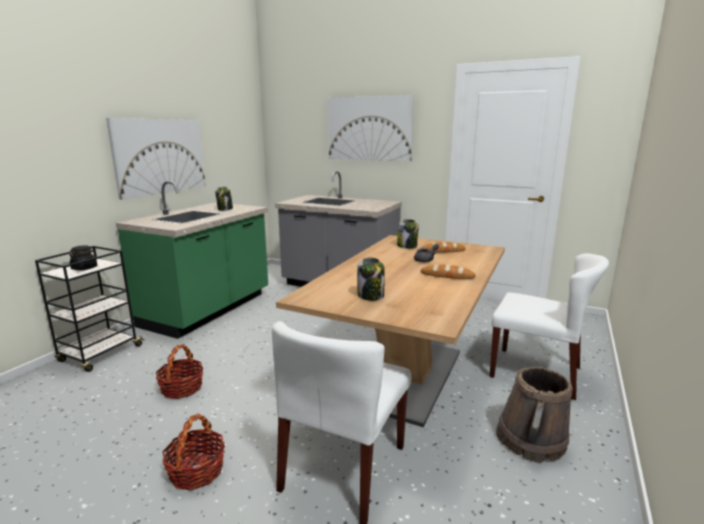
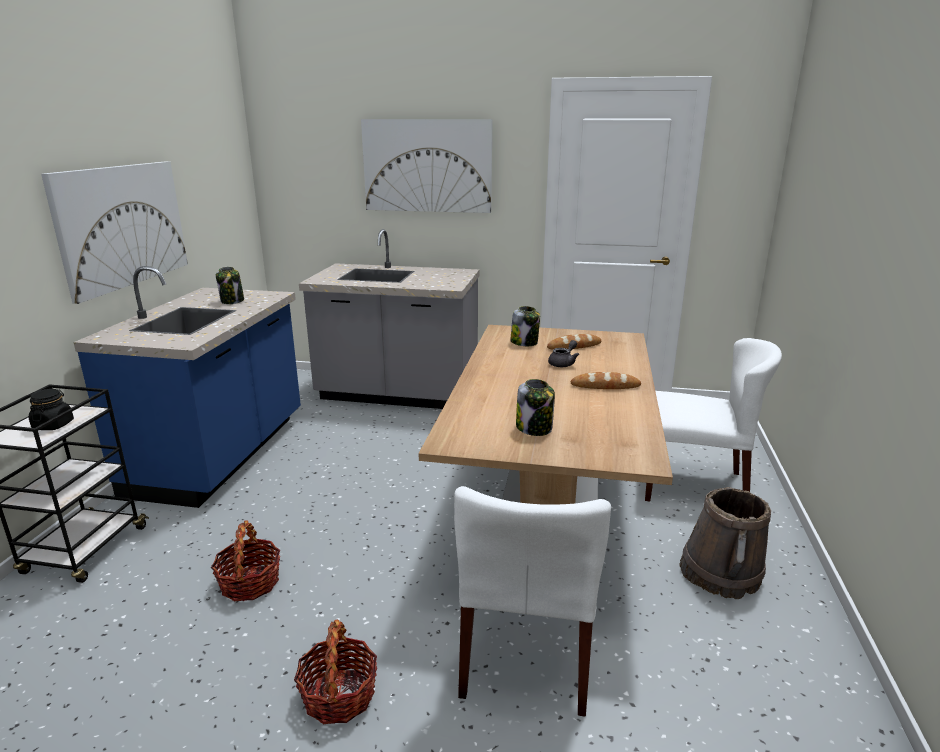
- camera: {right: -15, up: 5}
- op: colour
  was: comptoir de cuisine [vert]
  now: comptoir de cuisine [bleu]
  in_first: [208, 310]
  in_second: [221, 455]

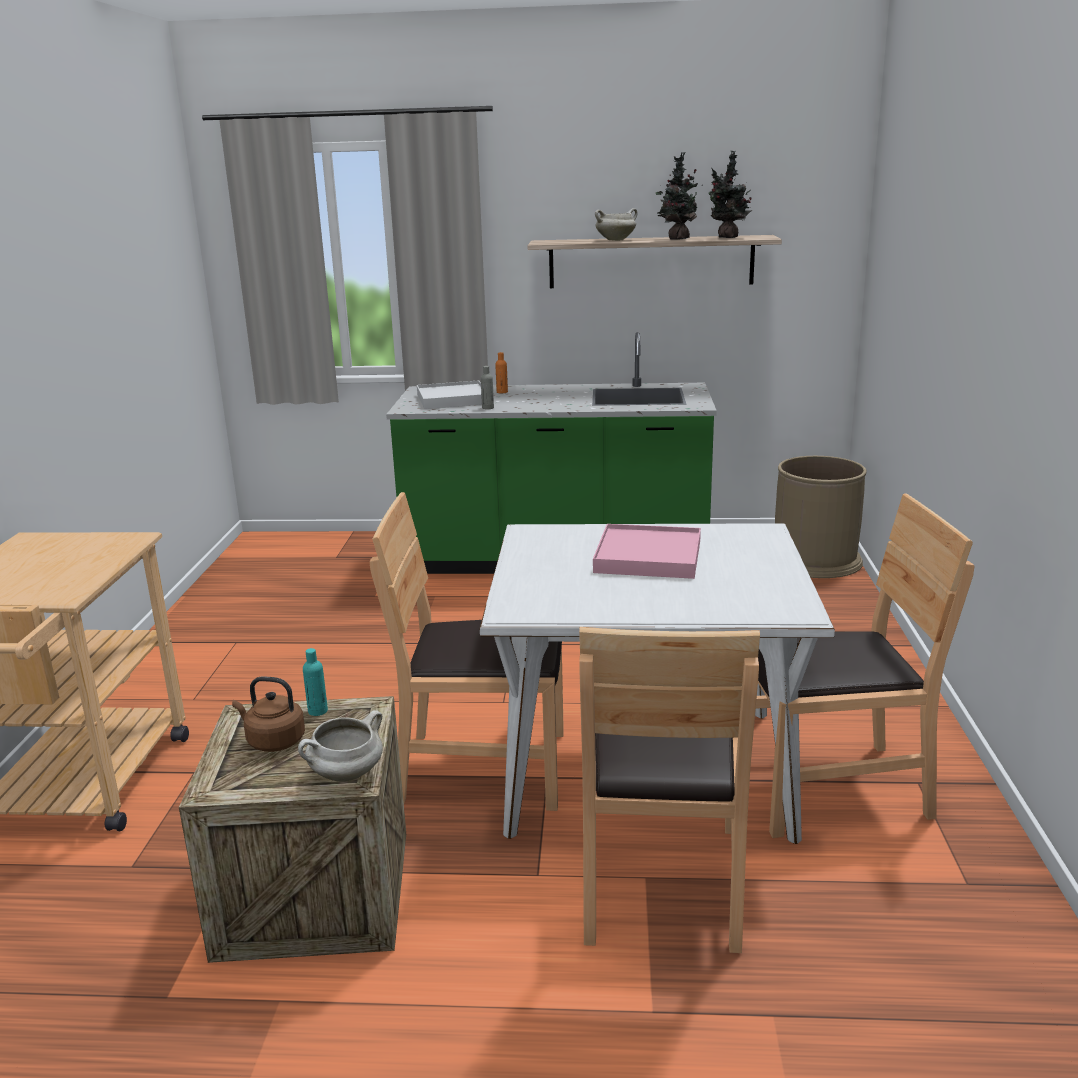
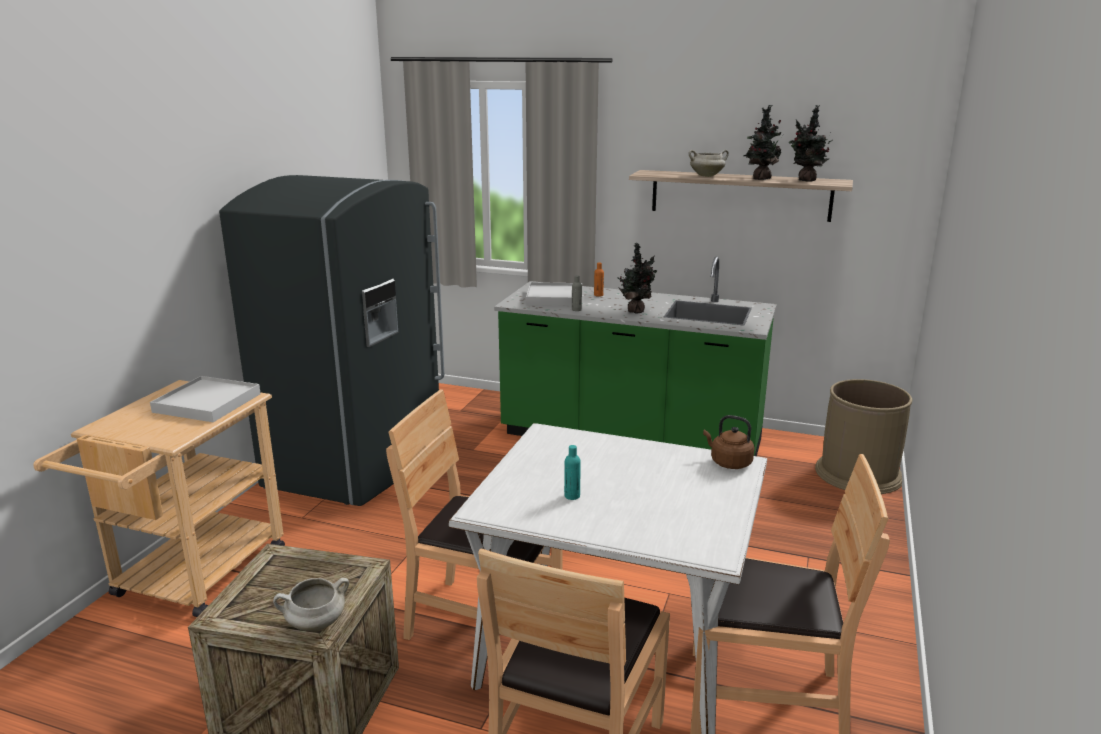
- camera: {right: 15, up: 0}
- op: missing
  was: plateau [rose]
  in_first: [648, 557]
- op: appeared
  now: plateau [blanc]
  in_second: [208, 403]
- op: appeared
  now: réfrigérateur [gris]
  in_second: [360, 461]
- op: appeared
  now: plante en pot
  in_second: [636, 311]
- op: relocated
  was: bouilloire [marron]
  in_first: [273, 741]
  in_second: [728, 462]
- op: relocated
  was: bouteille [turquoise]
  in_first: [318, 711]
  in_second: [572, 496]

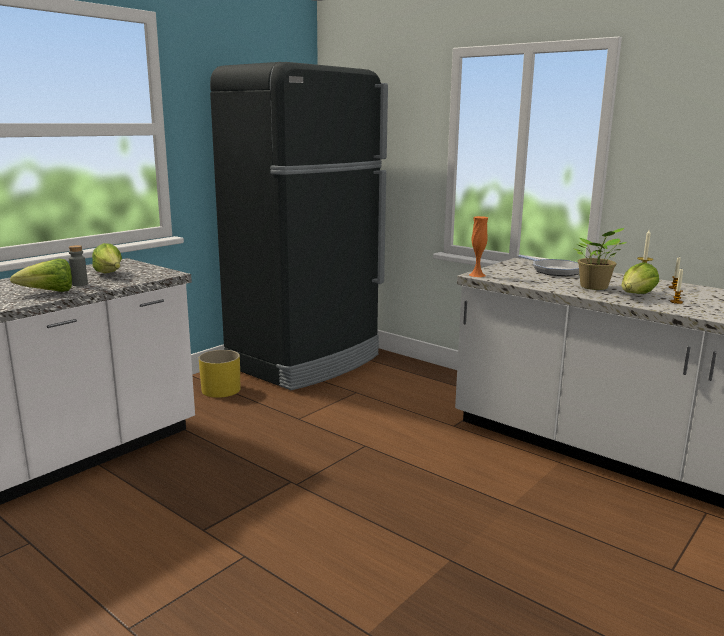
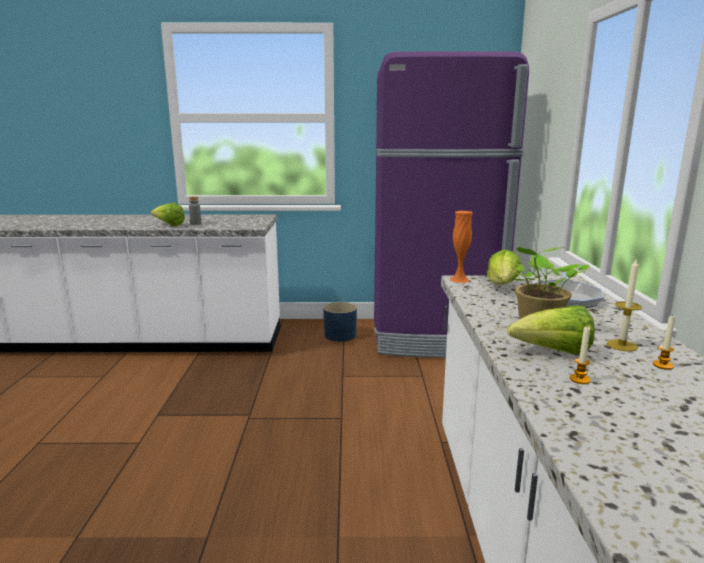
- camera: {right: 50, up: 0}
- op: relocated
  was: laitue
  in_first: [110, 274]
  in_second: [502, 286]
- op: colour
  was: cache-pot [jaune]
  now: cache-pot [bleu]
  in_first: [221, 390]
  in_second: [340, 335]
- op: colour
  was: réfrigérateur [noir]
  now: réfrigérateur [violet]
  in_first: [306, 361]
  in_second: [435, 337]

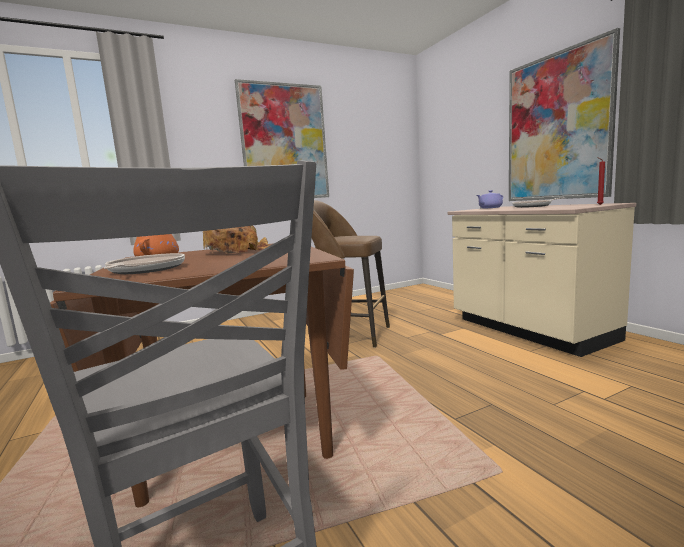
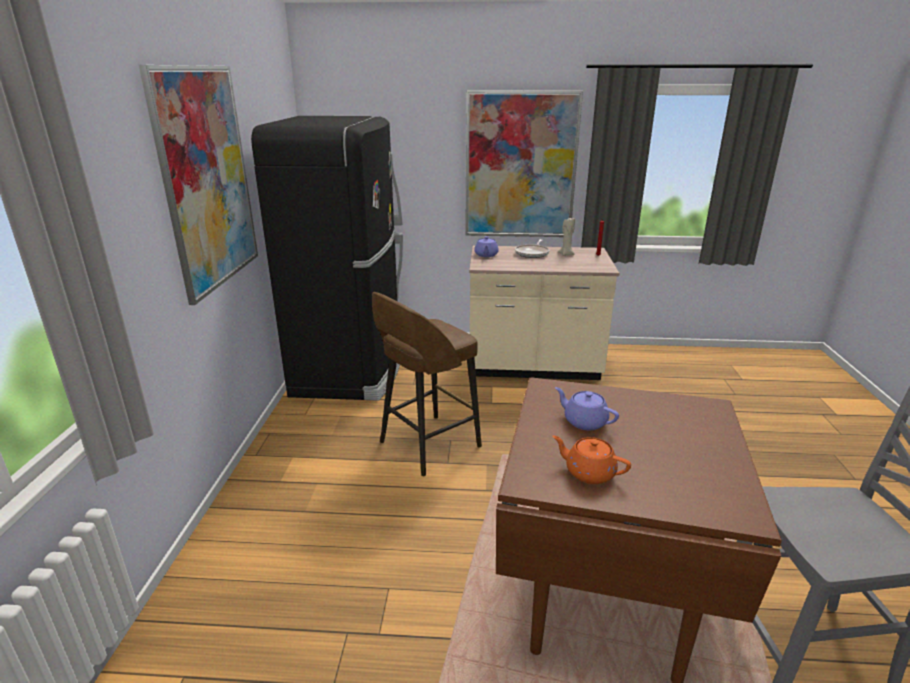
- camera: {right: -60, up: 15}
- op: missing
  was: poêle
  in_first: [145, 270]
- op: appeared
  now: réfrigérateur [noir]
  in_second: [352, 367]
- op: appeared
  now: bougie [beige]
  in_second: [566, 254]
- op: exchanged
  was: pain
  now: théière [violet]
  in_first: [237, 251]
  in_second: [584, 421]

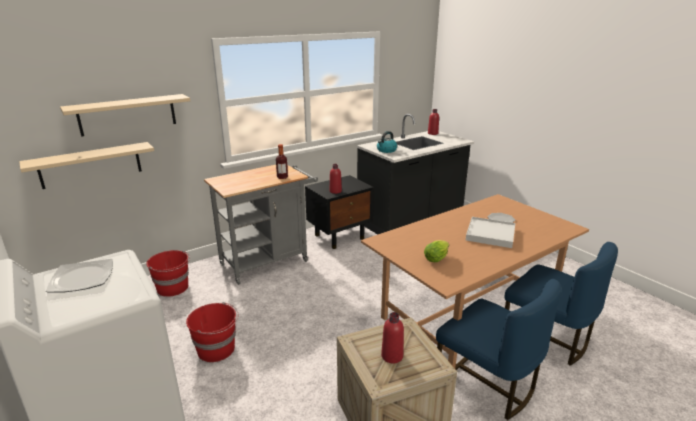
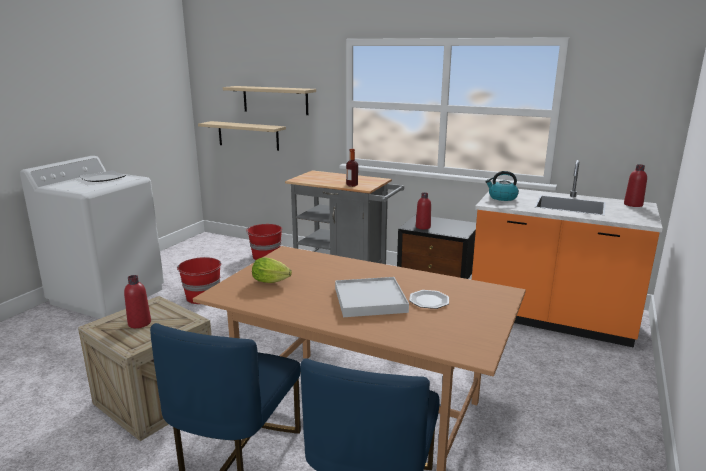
- camera: {right: 60, up: -5}
- op: colour
  was: comptoir de cuisine [noir]
  now: comptoir de cuisine [orange]
  in_first: [411, 219]
  in_second: [550, 319]

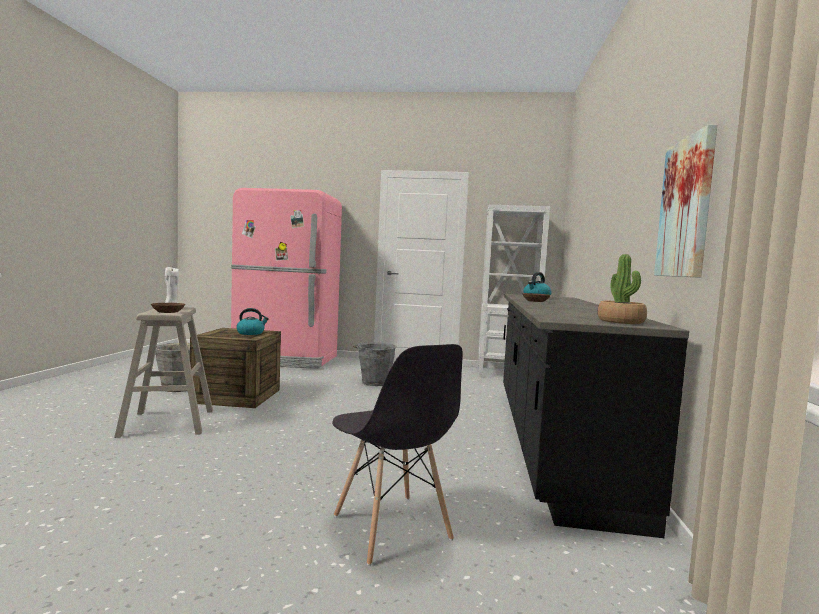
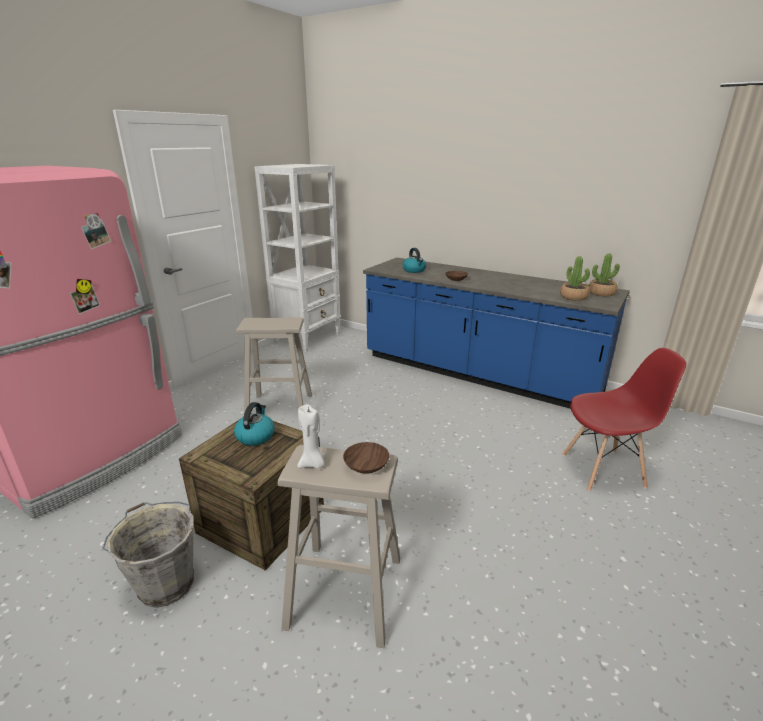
- camera: {right: -65, up: 20}
- op: missing
  was: tableau
  in_first: [686, 208]
- op: appeared
  now: plante en pot
  in_second: [573, 297]
- op: exchanged
  was: seau [gris]
  now: tabouret [beige]
  in_first: [374, 382]
  in_second: [280, 409]
- op: colour
  was: chaise [gris]
  now: chaise [rouge]
  in_first: [391, 528]
  in_second: [603, 470]
- op: colour
  was: comptoir de cuisine [noir]
  now: comptoir de cuisine [bleu]
  in_first: [552, 441]
  in_second: [477, 374]

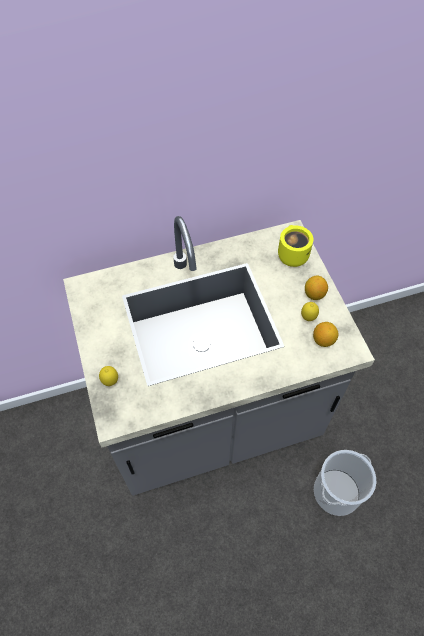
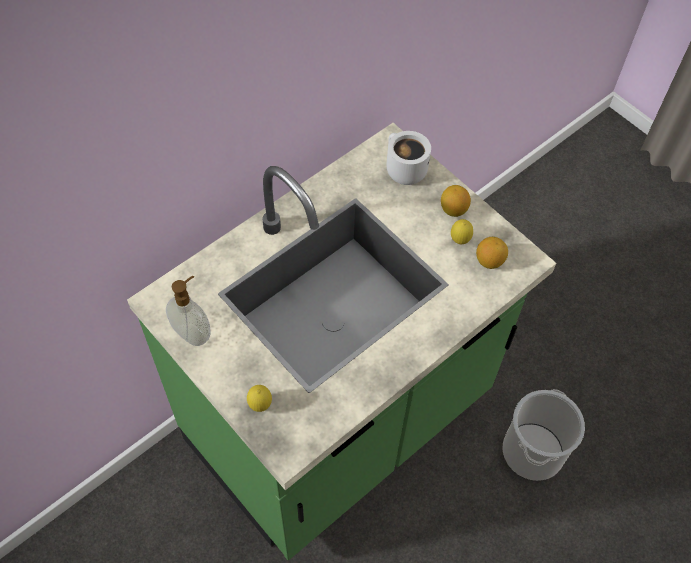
- camera: {right: -25, up: 0}
- op: appeared
  now: distributeur de savon
  in_second: [193, 333]
- op: colour
  was: comptoir de cuisine [gris]
  now: comptoir de cuisine [vert]
  in_first: [212, 418]
  in_second: [340, 423]
- op: colour
  was: mug [jaune]
  now: mug [blanc]
  in_first: [290, 254]
  in_second: [402, 169]

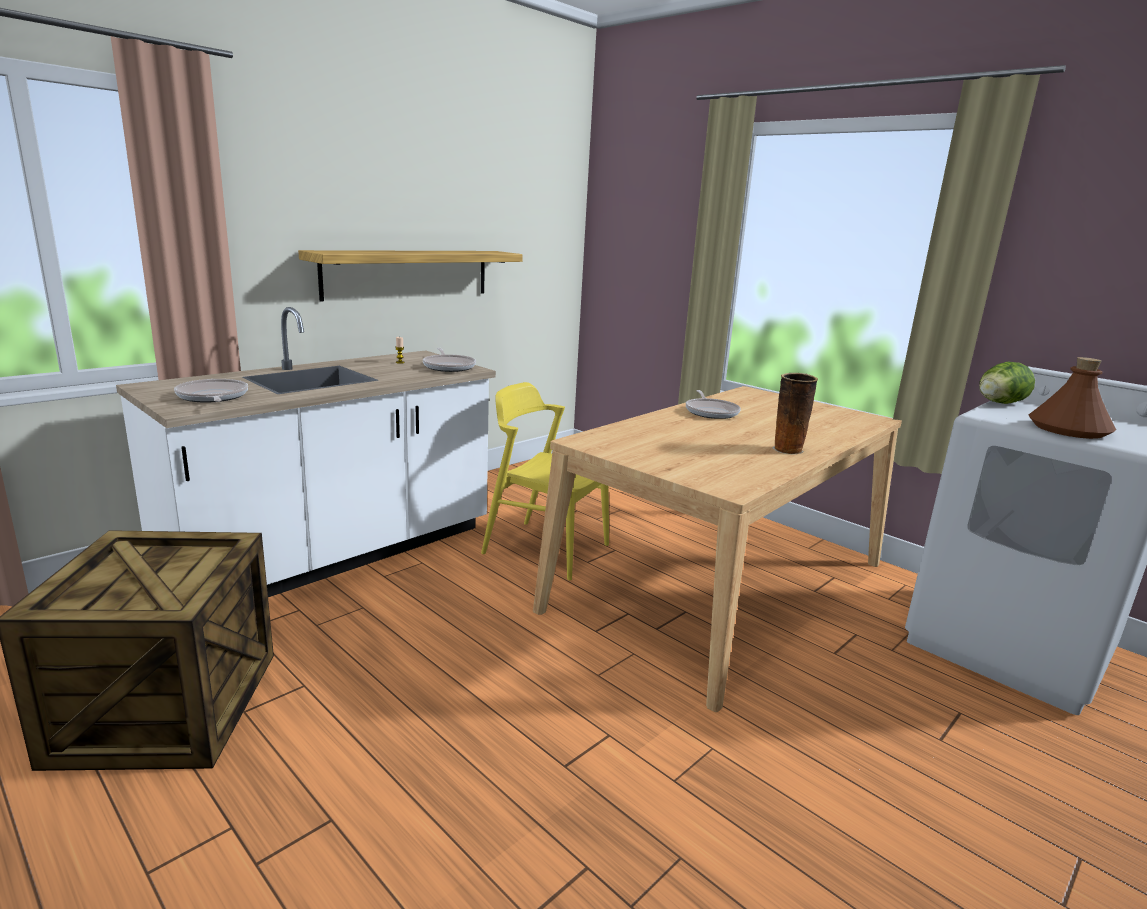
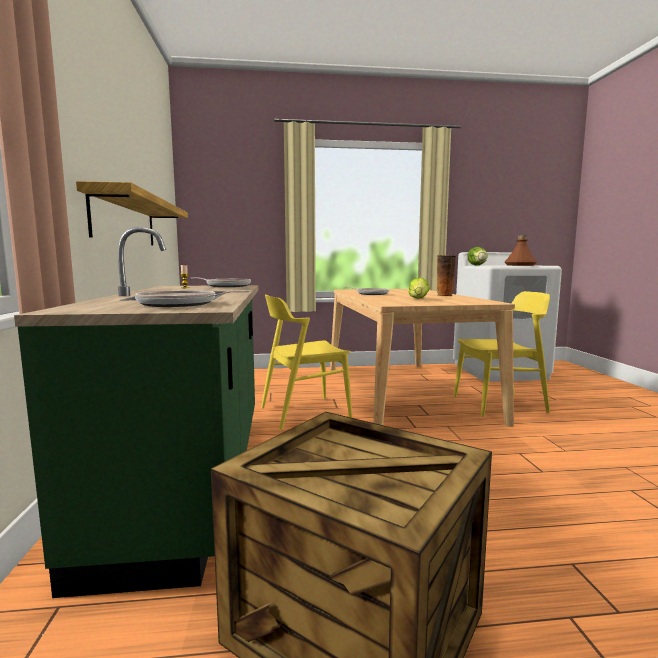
- camera: {right: -50, up: -10}
- op: appeared
  now: laitue
  in_second: [418, 299]
- op: appeared
  now: chaise [jaune]
  in_second: [499, 404]
- op: colour
  was: comptoir de cuisine [blanc]
  now: comptoir de cuisine [vert]
  in_first: [335, 556]
  in_second: [193, 477]

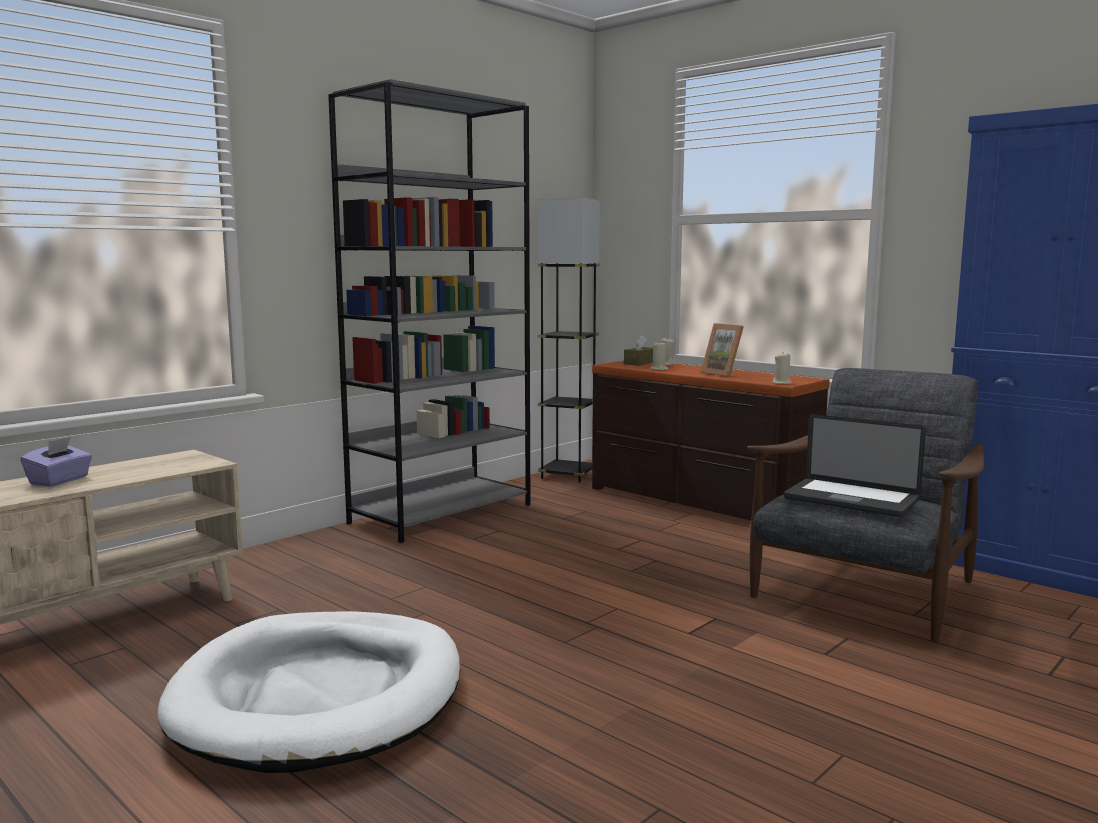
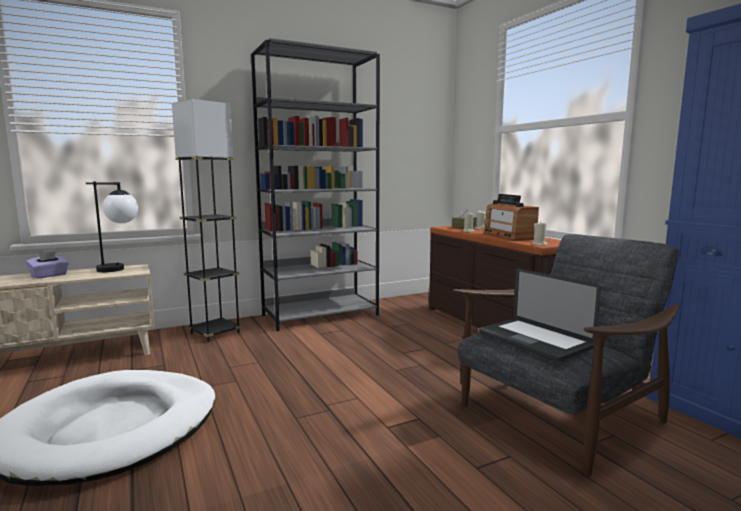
- camera: {right: 20, up: 0}
- op: appeared
  now: lampe de table
  in_second: [120, 270]
- op: relocated
  was: lampadaire [gris]
  in_first: [568, 475]
  in_second: [215, 333]
- op: exchanged
  was: cadre photo
  now: radio
  in_first: [724, 374]
  in_second: [508, 236]

